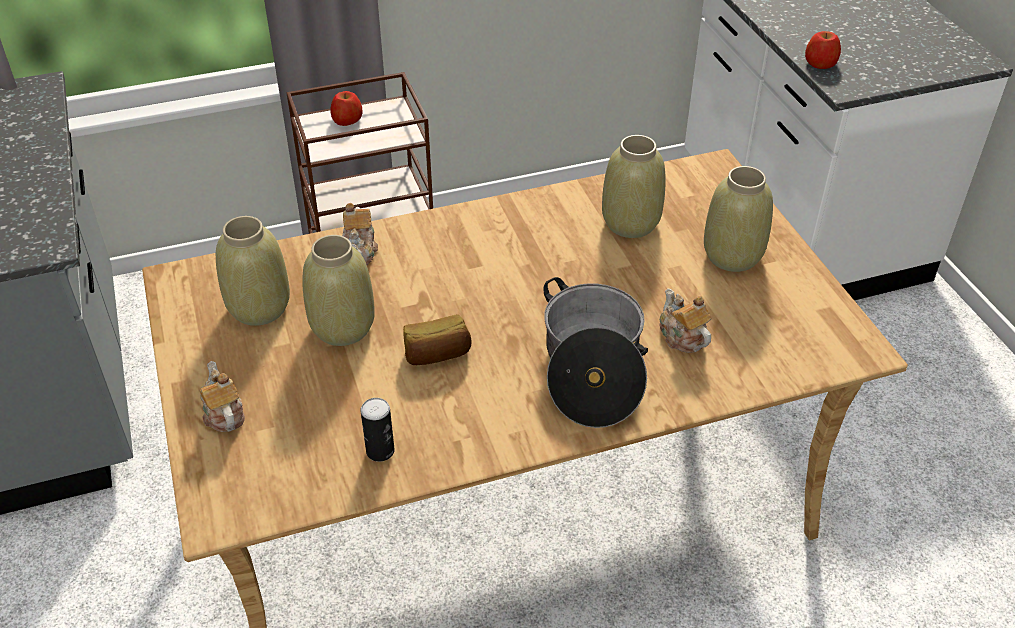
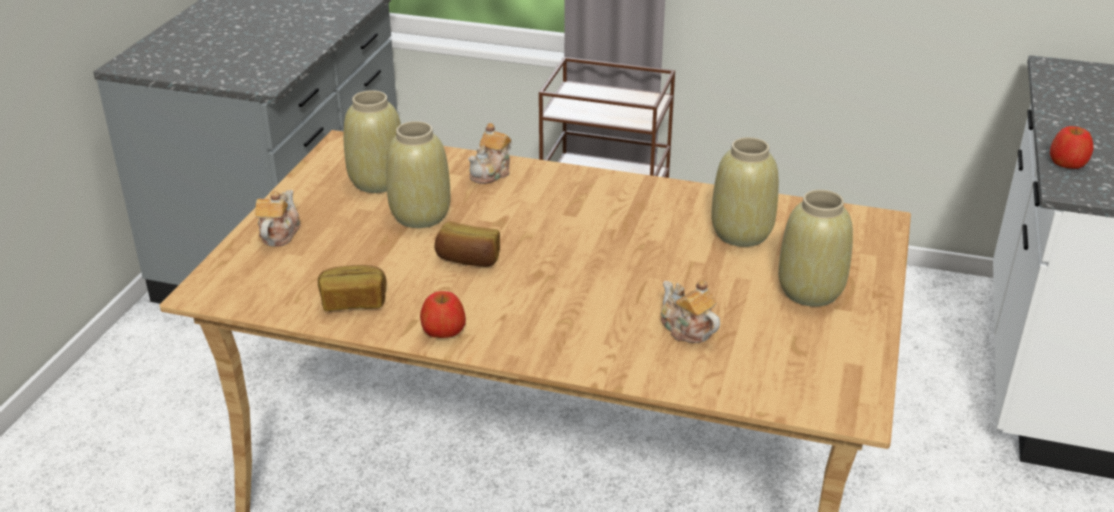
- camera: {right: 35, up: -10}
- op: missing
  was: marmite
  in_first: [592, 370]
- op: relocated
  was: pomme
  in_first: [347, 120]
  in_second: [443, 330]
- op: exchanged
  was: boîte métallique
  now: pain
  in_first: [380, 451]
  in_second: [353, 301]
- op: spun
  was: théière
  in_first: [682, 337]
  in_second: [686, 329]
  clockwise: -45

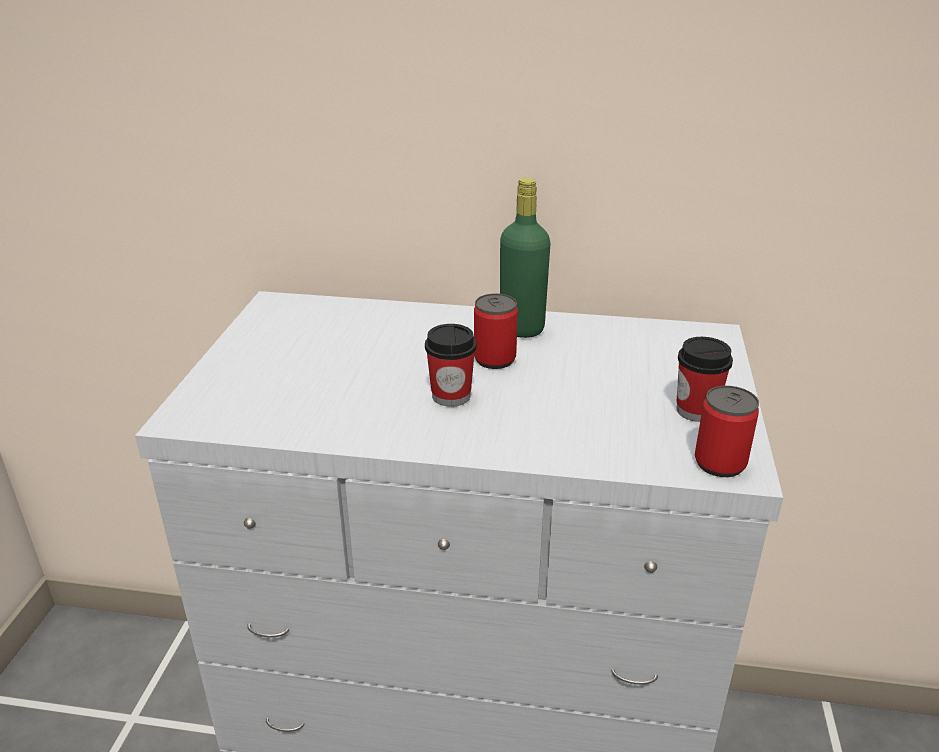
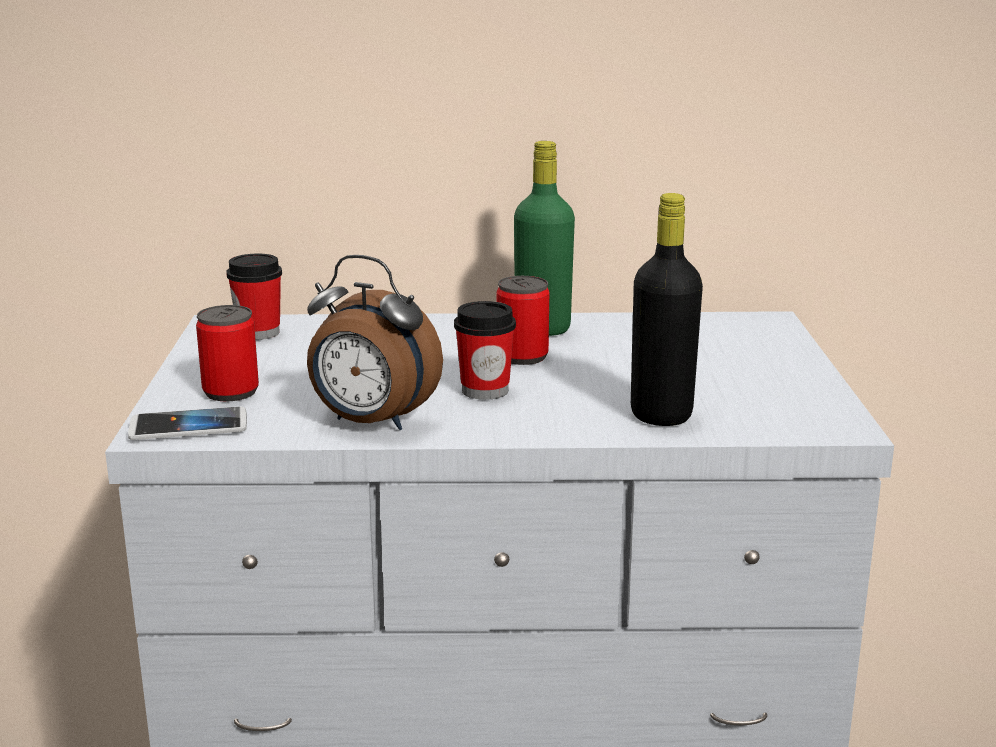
- camera: {right: -10, up: -10}
- op: appeared
  now: téléphone
  in_second: [189, 427]
- op: appeared
  now: réveil
  in_second: [371, 423]
- op: appeared
  now: bouteille [noir]
  in_second: [661, 415]
- op: relocated
  was: tasse
  in_first: [696, 410]
  in_second: [258, 333]
- op: relocated
  was: boîte métallique
  in_first: [720, 463]
  in_second: [231, 392]

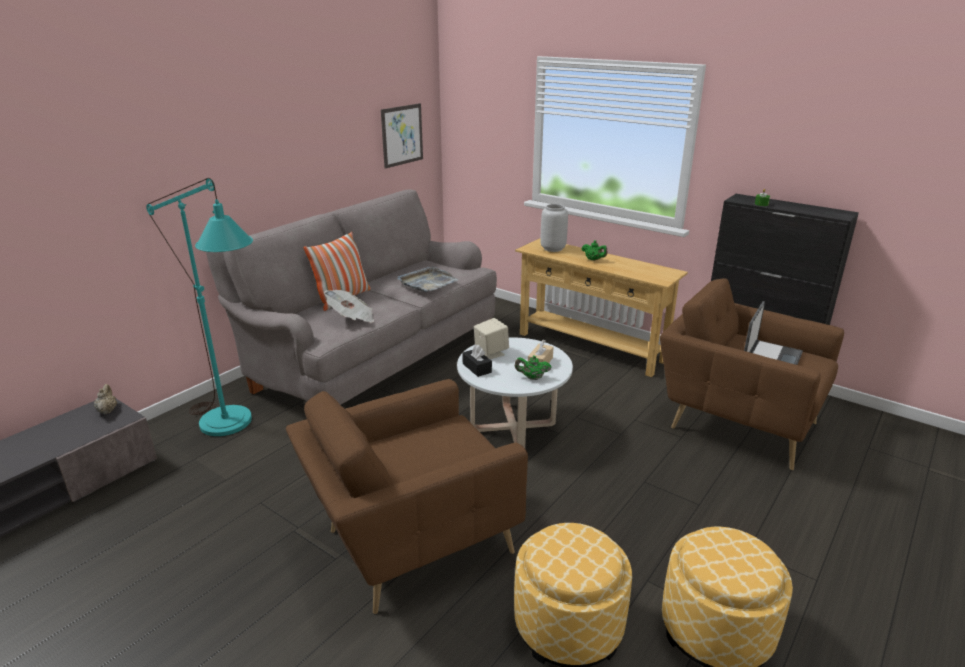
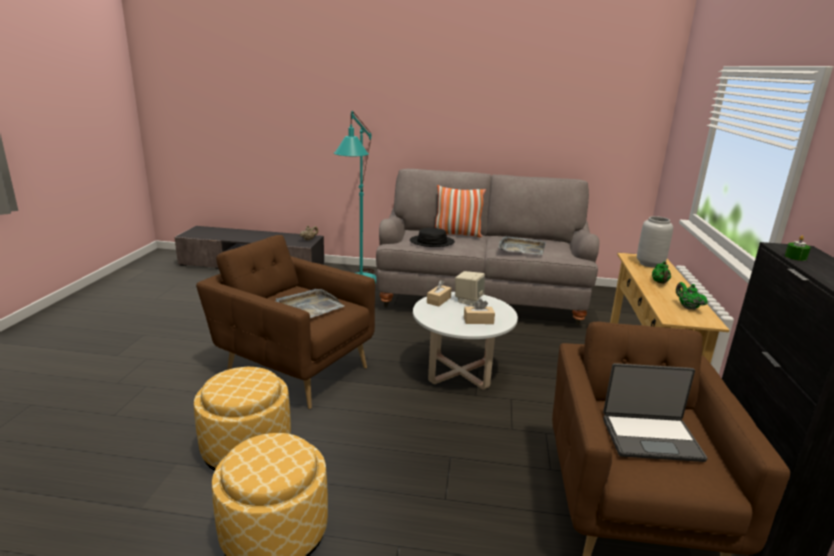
- camera: {right: 60, up: -5}
- op: missing
  was: tableau
  in_first: [402, 135]
- op: appeared
  now: plateau [gris]
  in_second: [309, 307]
- op: relocated
  was: théière [vert]
  in_first: [532, 378]
  in_second: [687, 307]
- op: exchanged
  was: journal
  now: chapeau [noir]
  in_first: [352, 318]
  in_second: [432, 242]
- op: colour
  was: boîte à mouchoirs [noir]
  now: boîte à mouchoirs [beige]
  in_first: [477, 368]
  in_second: [438, 300]

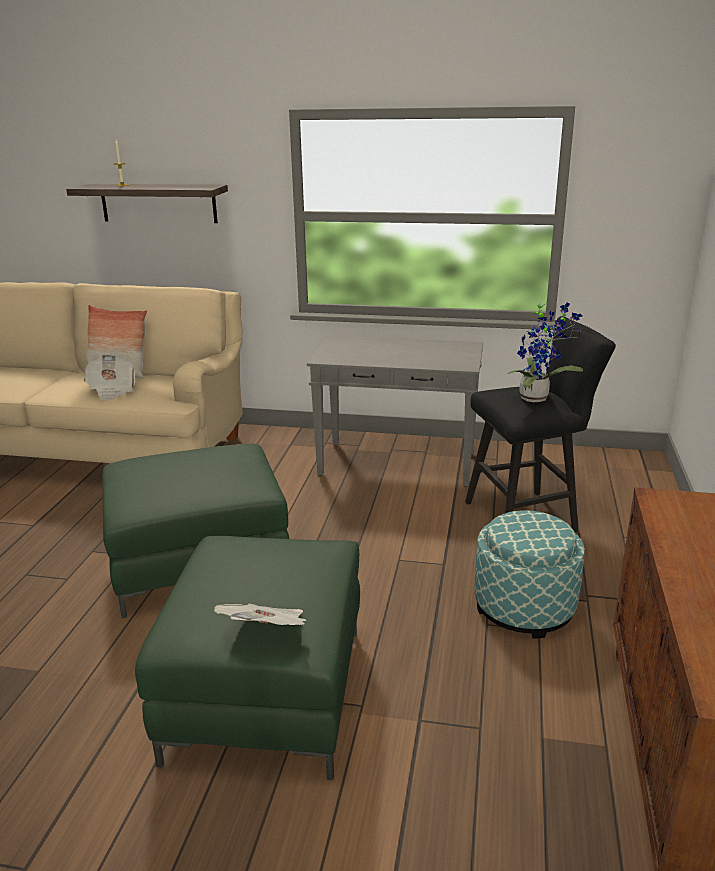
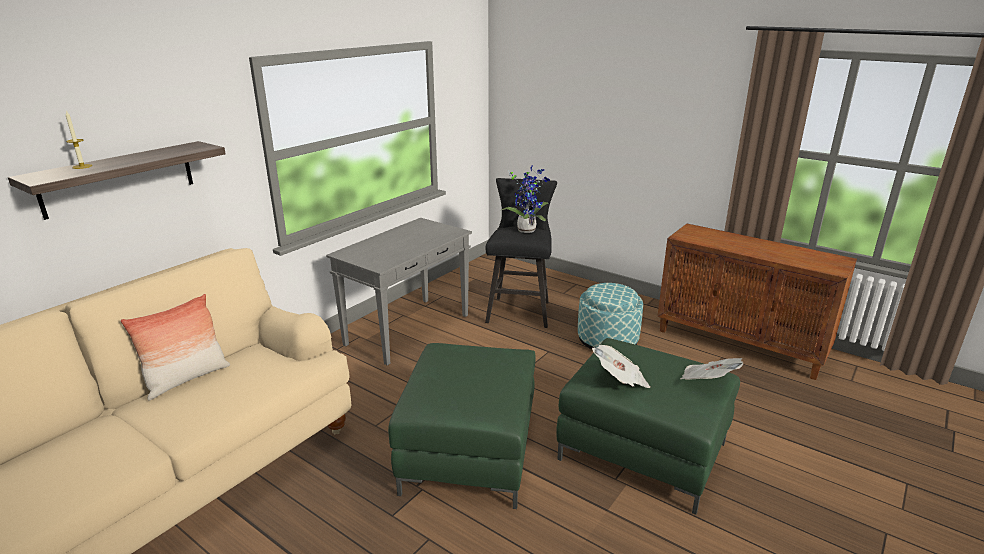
- camera: {right: -65, up: 0}
- op: relocated
  was: journal
  in_first: [112, 390]
  in_second: [620, 380]

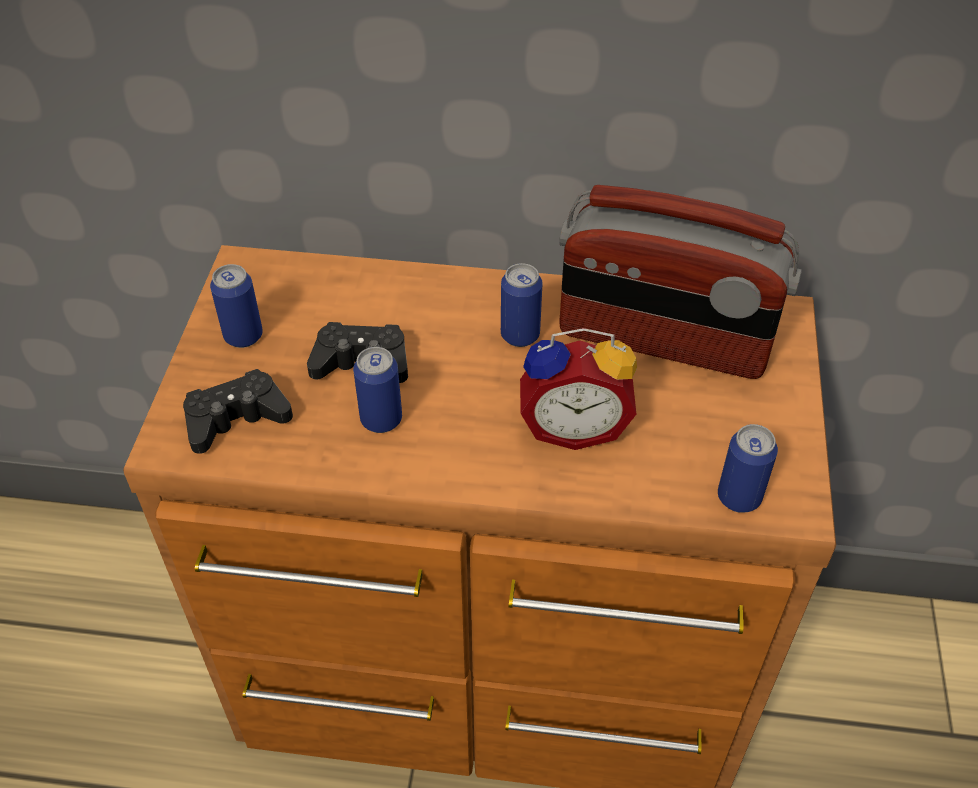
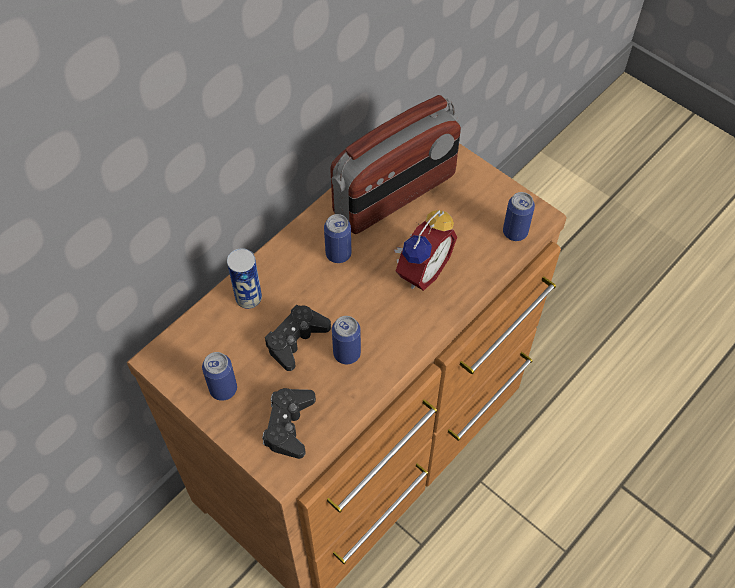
- camera: {right: -55, up: 10}
- op: appeared
  now: boîte métallique
  in_second: [248, 298]

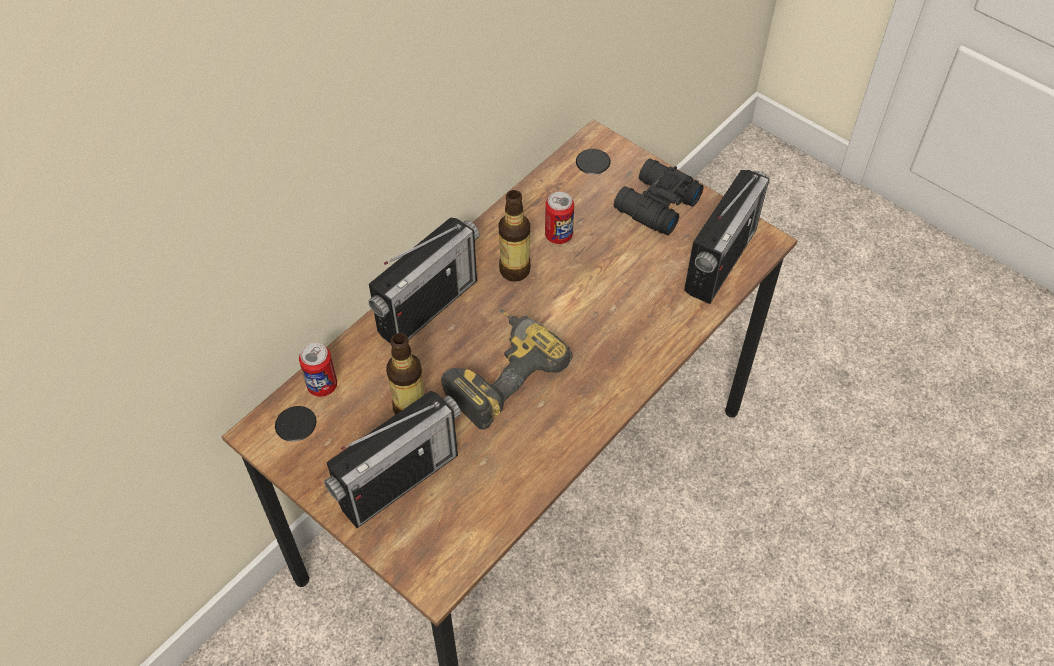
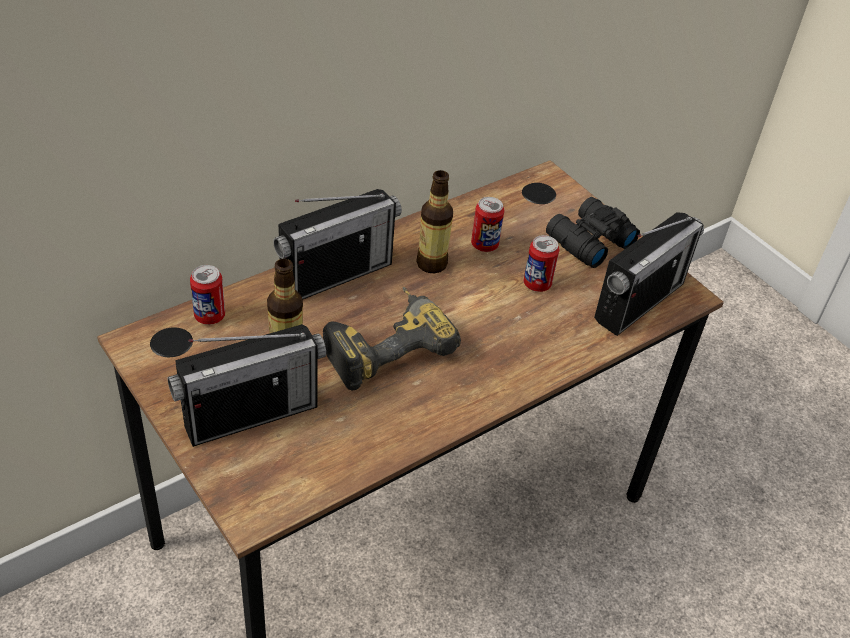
- camera: {right: 10, up: -10}
- op: appeared
  now: boîte métallique
  in_second: [537, 284]

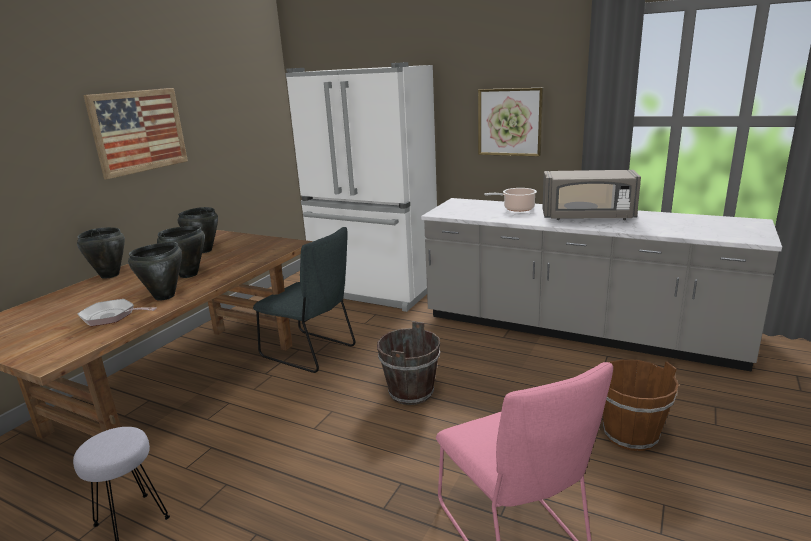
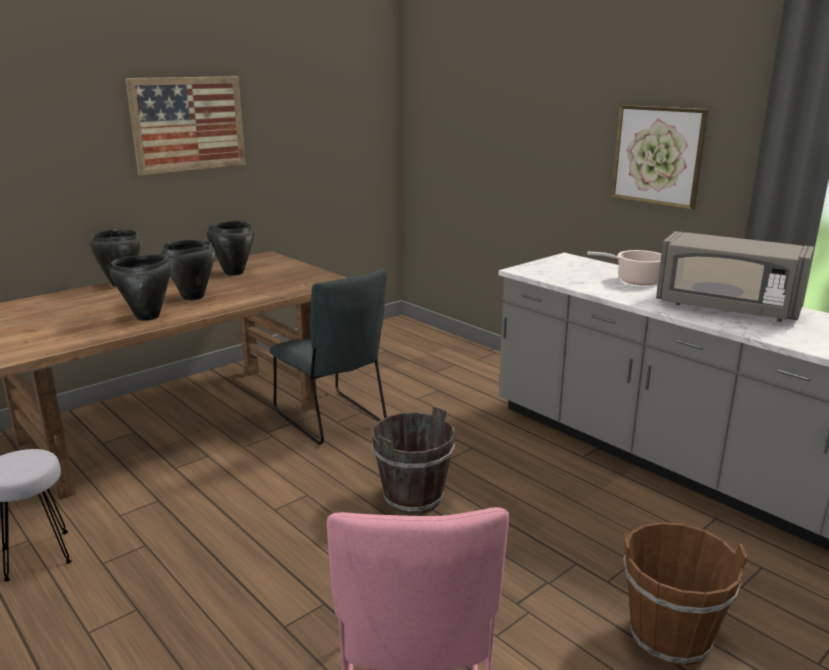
- camera: {right: 20, up: 0}
- op: missing
  was: poêle
  in_first: [112, 316]
- op: missing
  was: réfrigérateur [blanc]
  in_first: [375, 291]

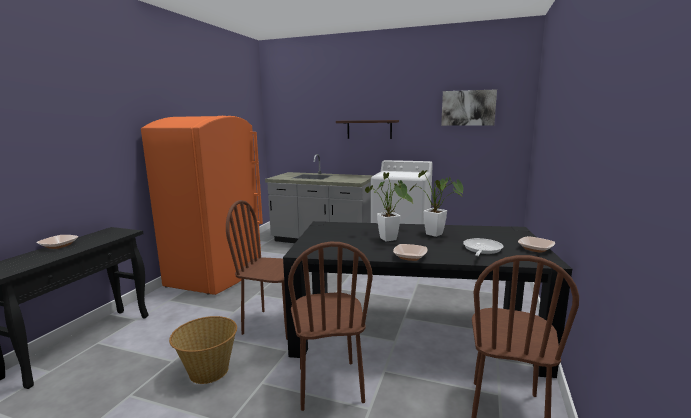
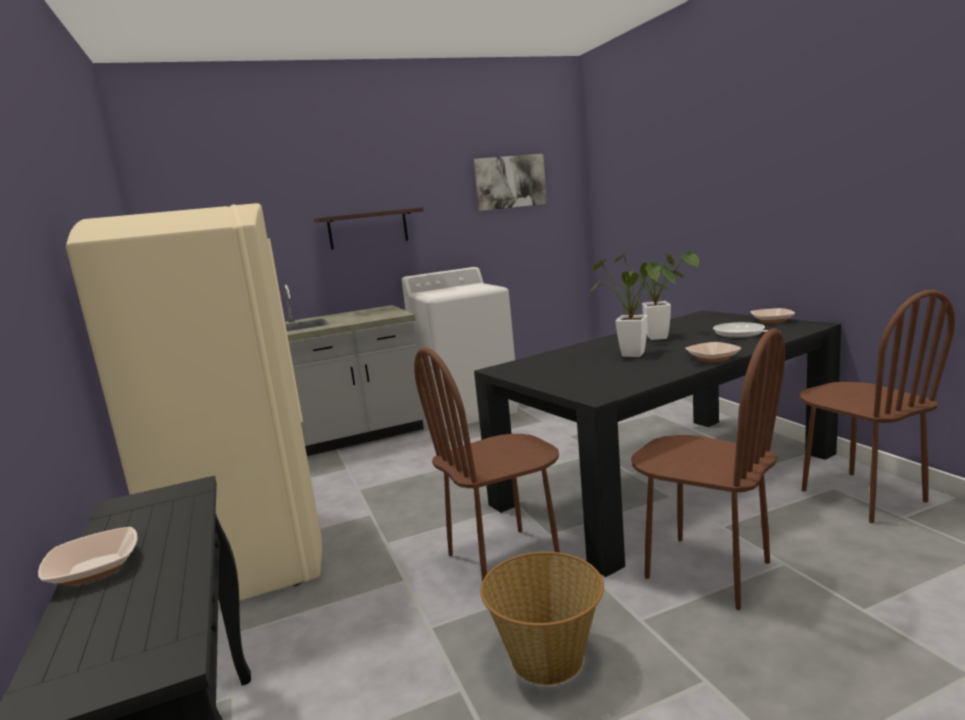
- camera: {right: -40, up: 0}
- op: colour
  was: réfrigérateur [orange]
  now: réfrigérateur [beige]
  in_first: [217, 275]
  in_second: [246, 556]

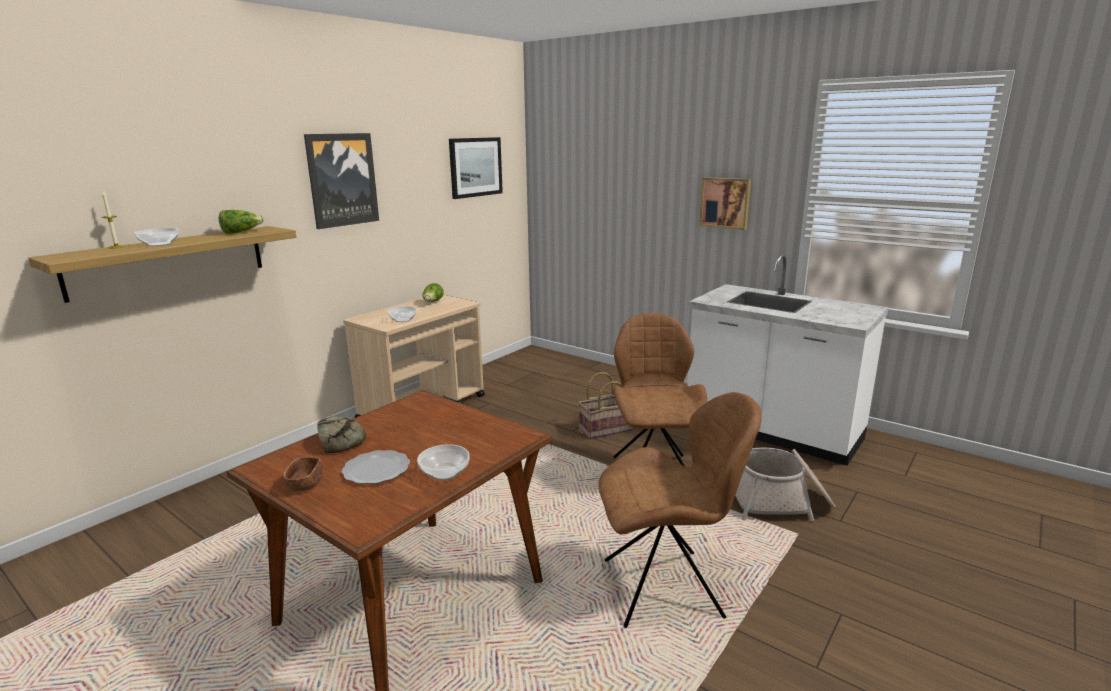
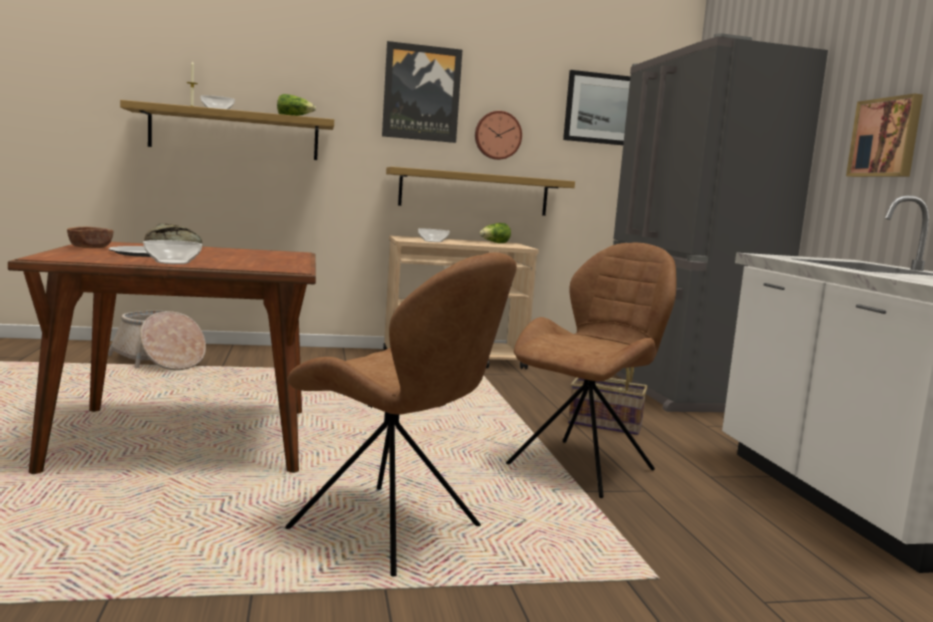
- camera: {right: 40, up: -10}
- op: appeared
  now: étagère
  in_second: [474, 192]
- op: appeared
  now: horloge murale
  in_second: [497, 135]
- op: appeared
  now: réfrigérateur [gris]
  in_second: [673, 388]
- op: relocated
  was: panier
  in_first: [780, 502]
  in_second: [159, 361]

